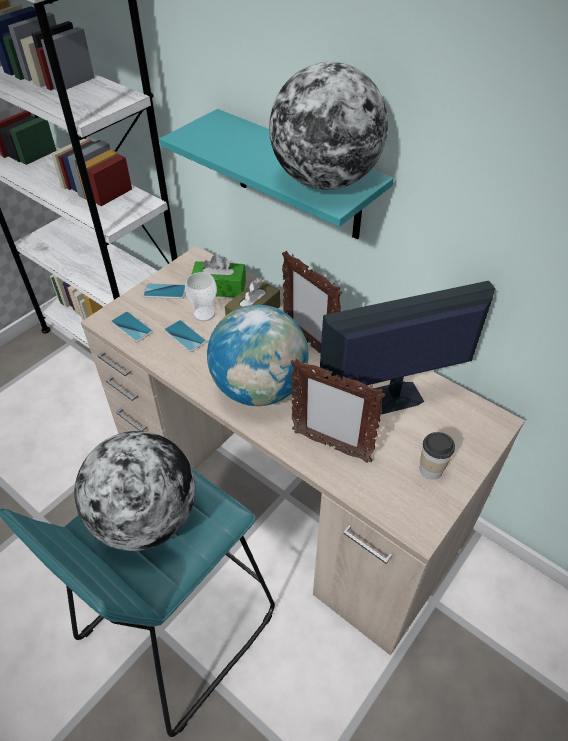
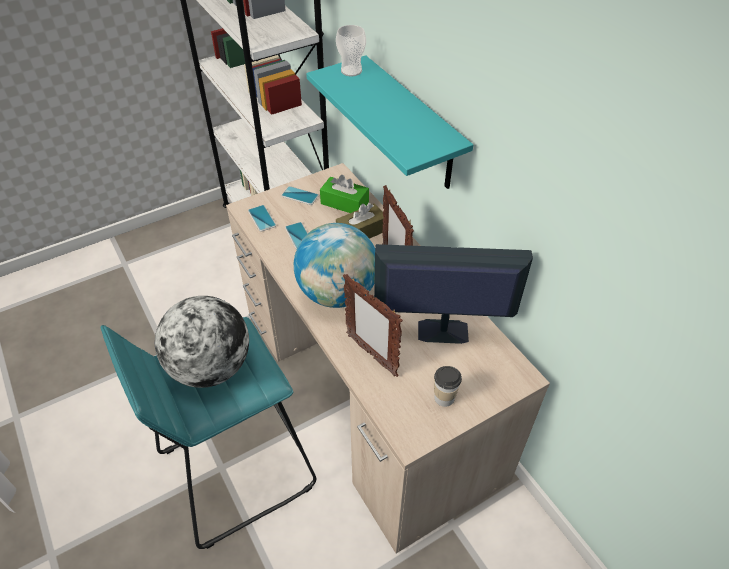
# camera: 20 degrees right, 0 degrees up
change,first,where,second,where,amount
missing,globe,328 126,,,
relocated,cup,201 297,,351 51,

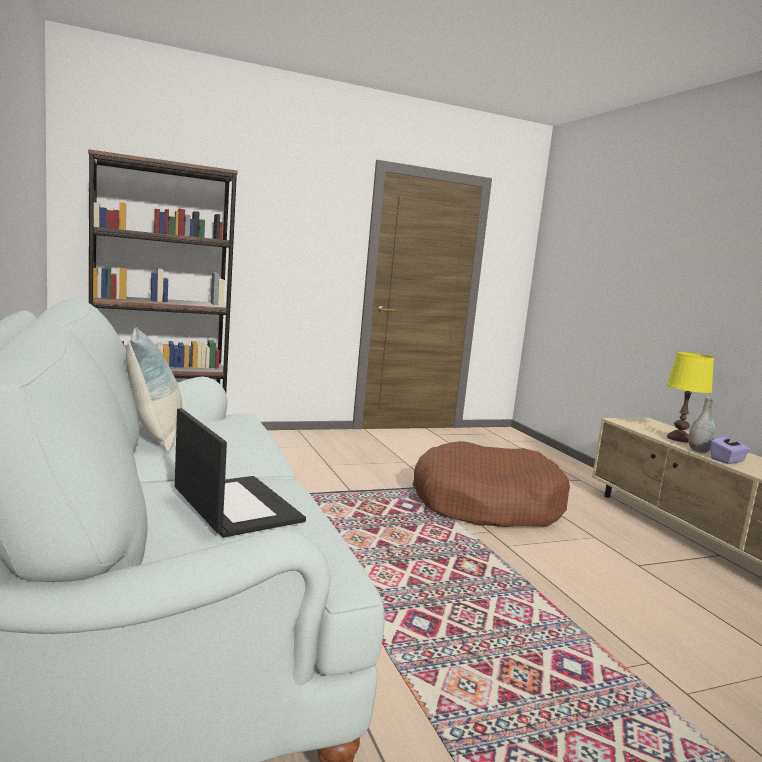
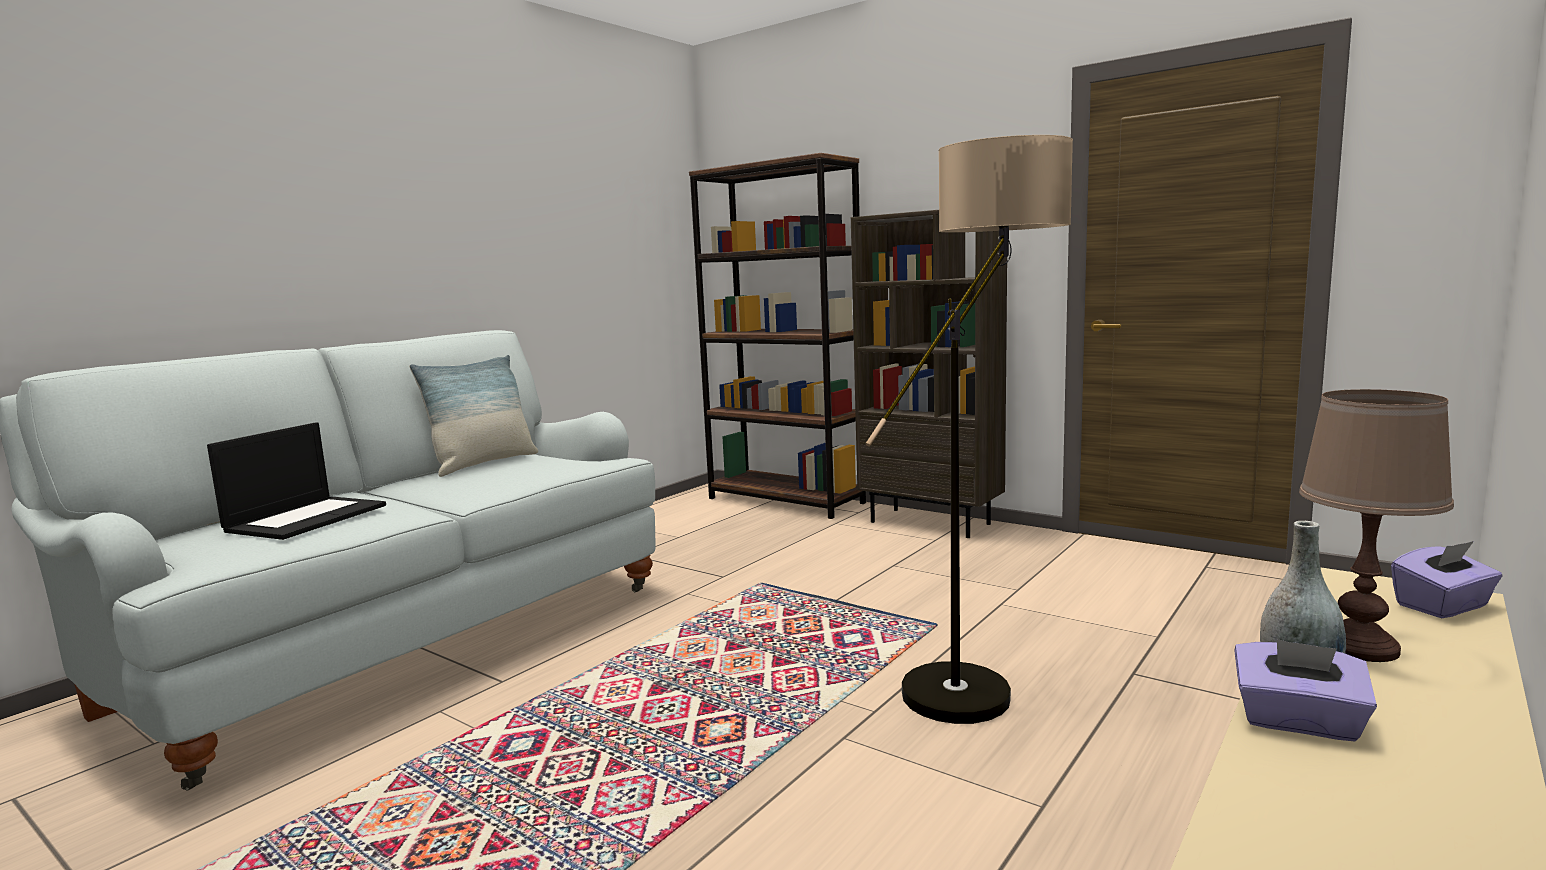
# camera: 60 degrees right, 0 degrees up
change,first,where,second,where,amount
colour,yellow table lamp,690 397,brown table lamp,1376 525,
exchanged,brown dog bed,491 484,floor lamp,969 429,
appeared,,,brown bookcase,929 374,
appeared,,,purple tissue box,1446 579,

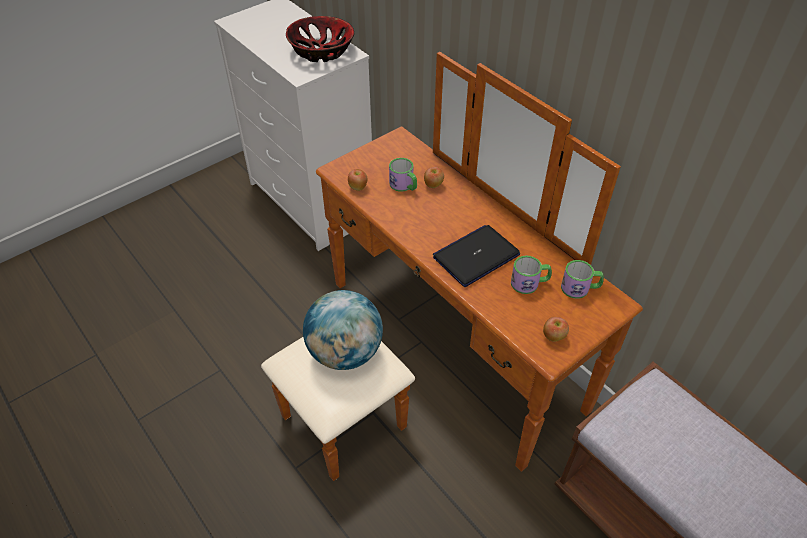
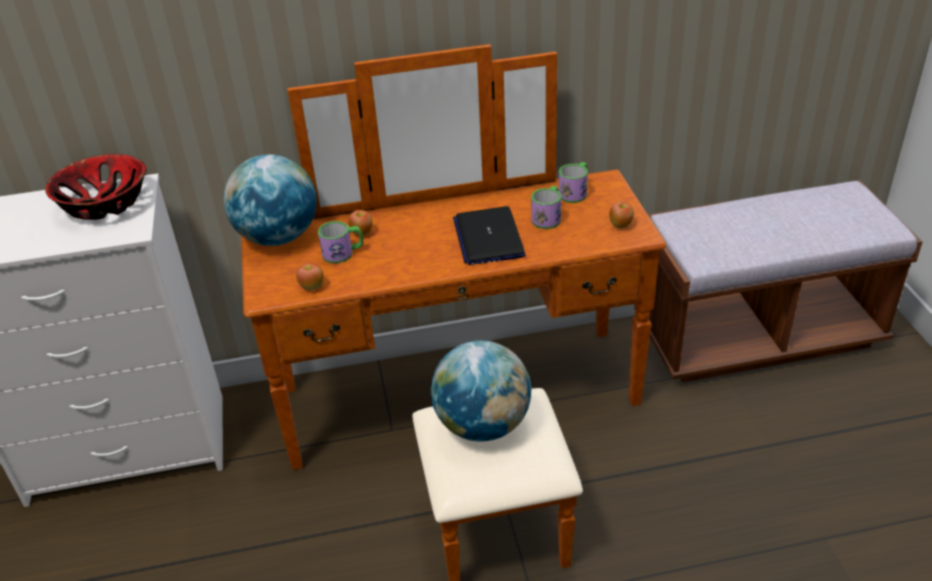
# camera: 60 degrees left, 10 degrees down
change,first,where,second,where,amount
appeared,,,globe,270 200,

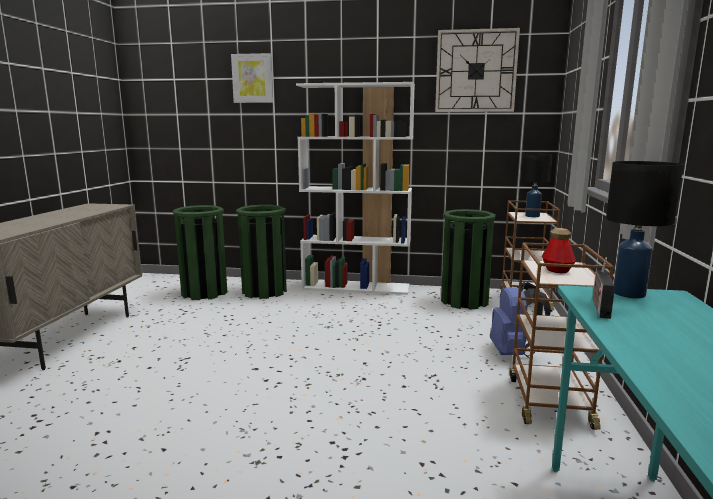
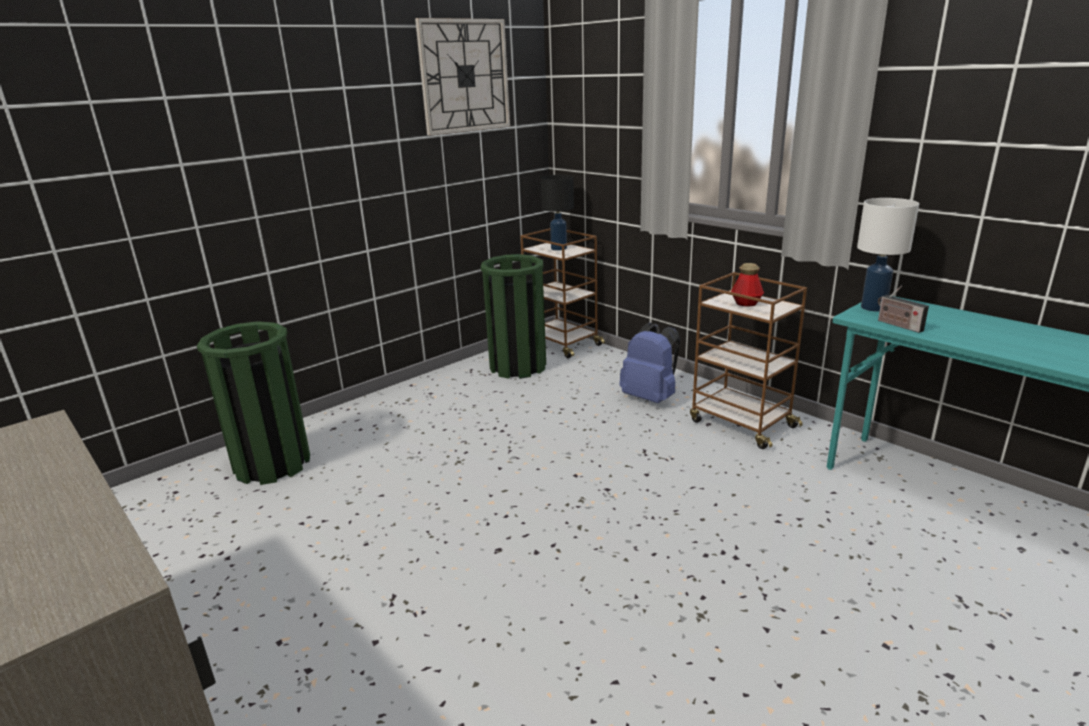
# camera: 50 degrees left, 10 degrees up
change,first,where,second,where,amount
missing,picture,252 78,,,
missing,white bookcase,355 188,,,
colour,black table lamp,645 229,white table lamp,888 255,
missing,green trash can,200 252,,,

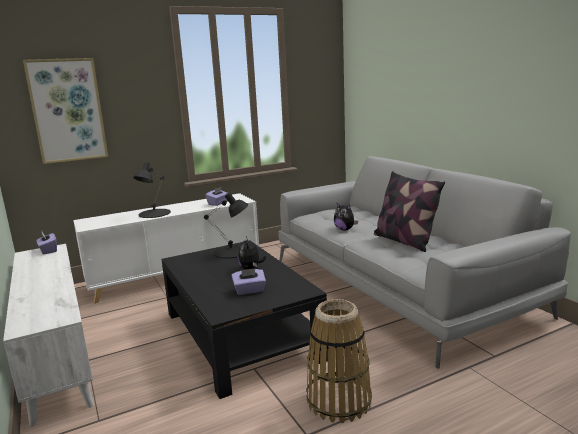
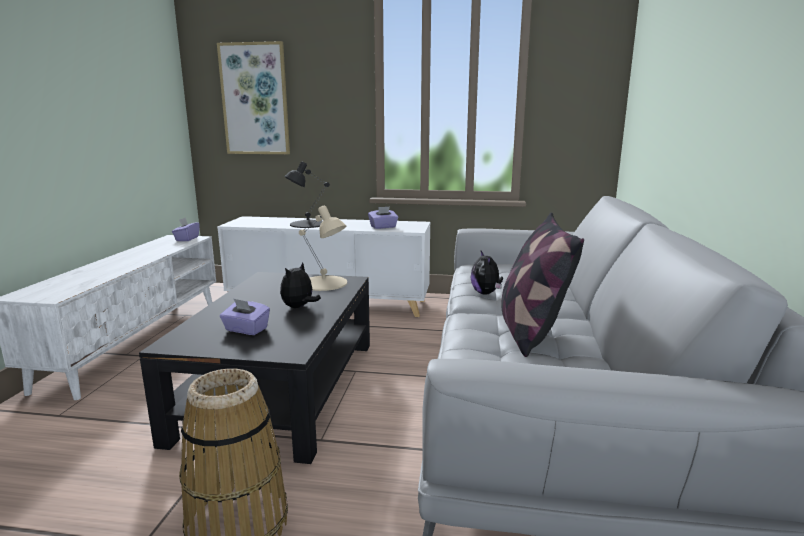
# camera: 35 degrees right, 0 degrees up
change,first,where,second,where,amount
colour,black table lamp,226 226,beige table lamp,323 248,

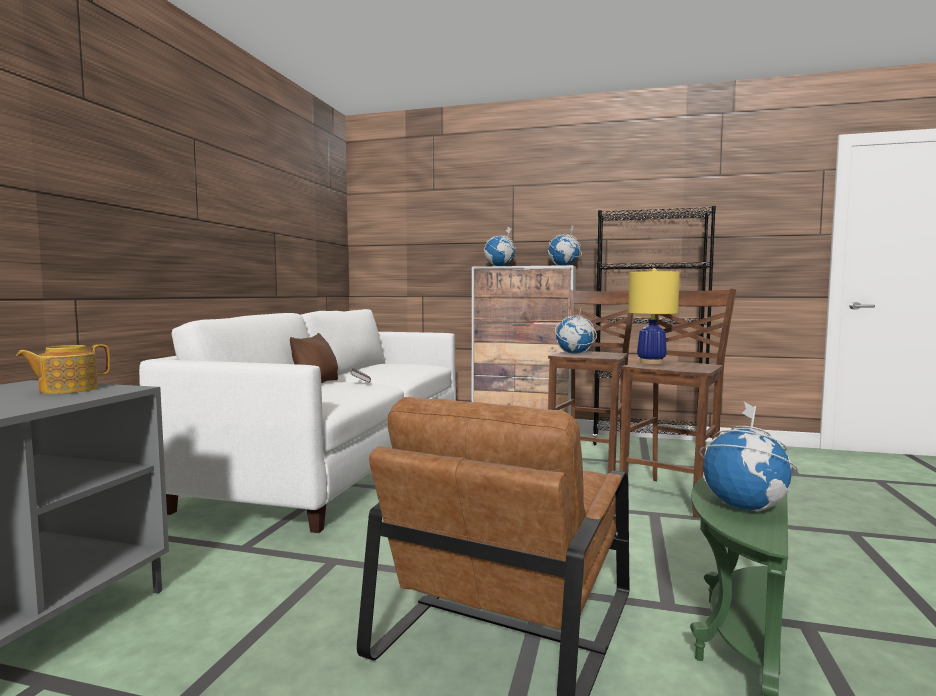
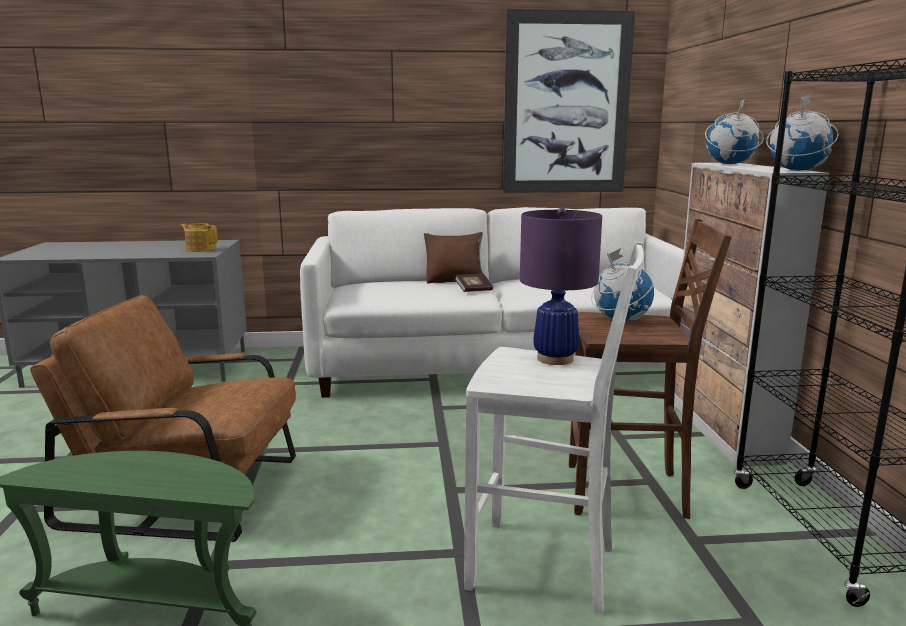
# camera: 70 degrees right, 10 degrees up
change,first,where,second,where,amount
colour,yellow table lamp,654 316,purple table lamp,561 286,
colour,brown stool,677 403,white stool,554 428,
missing,globe,748 456,,,
appeared,,,picture,569 101,

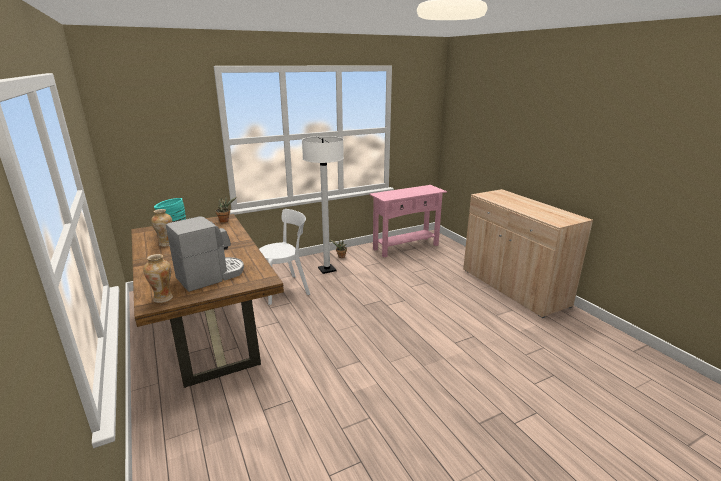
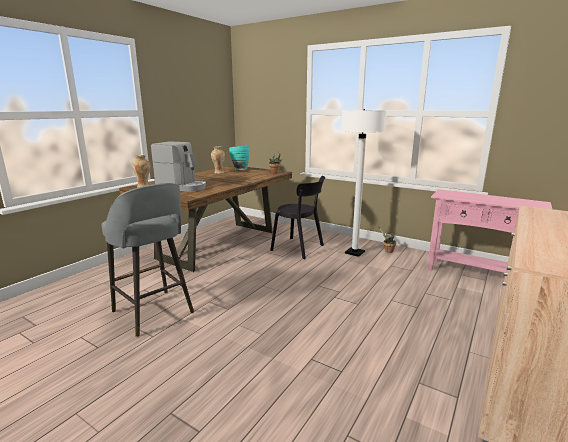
# camera: 60 degrees right, 5 degrees down
change,first,where,second,where,amount
colour,white chair,284 257,black chair,297 217,
appeared,,,grey stool,148 260,

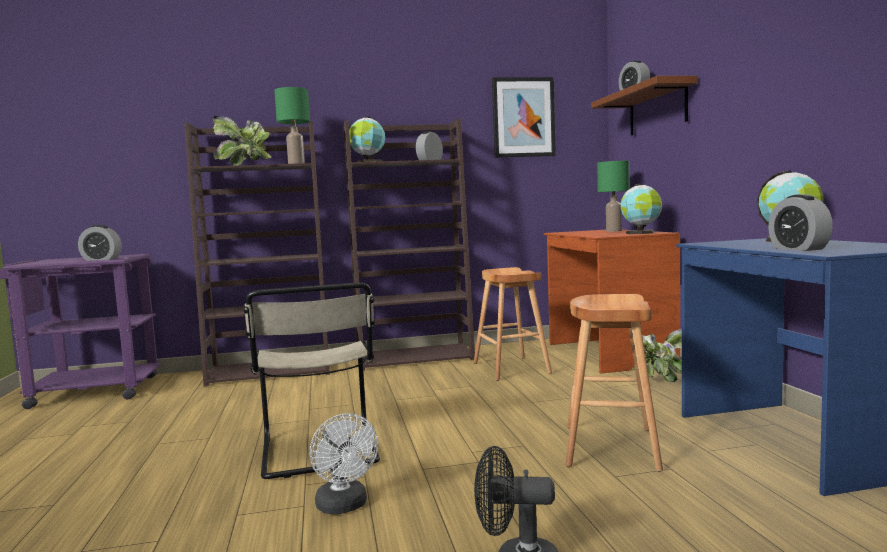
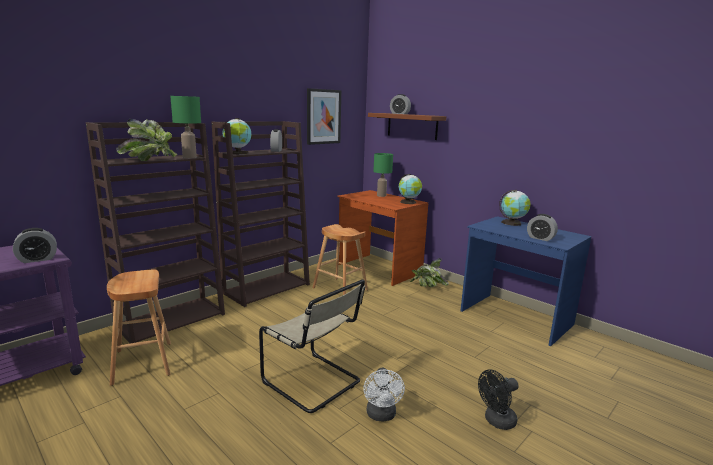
# camera: 35 degrees left, 10 degrees up
change,first,where,second,where,amount
relocated,brown stool,614 383,,139 327,
spun,white fan,344 463,,384 394,60 degrees clockwise

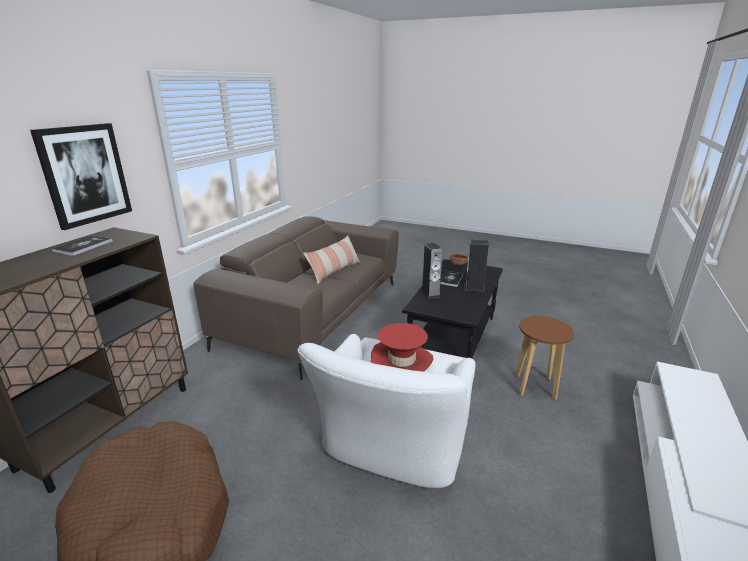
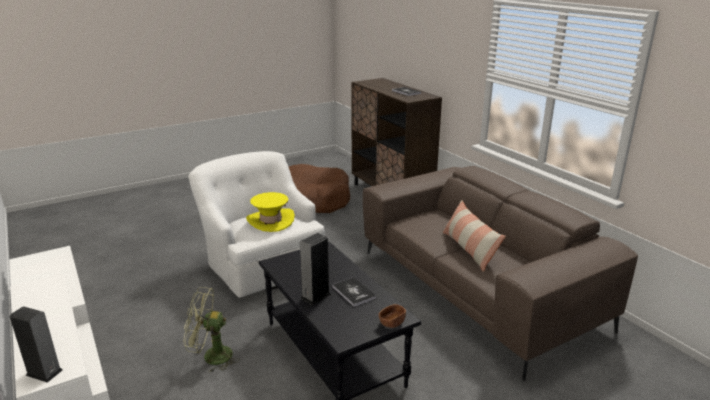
# camera: 125 degrees right, 0 degrees up
change,first,where,second,where,amount
missing,picture,81 176,,,
relocated,speaker,432 271,,36 344,
exchanged,brown stool,544 358,green fan,212 329,
colour,red hat,402 347,yellow hat,270 212,

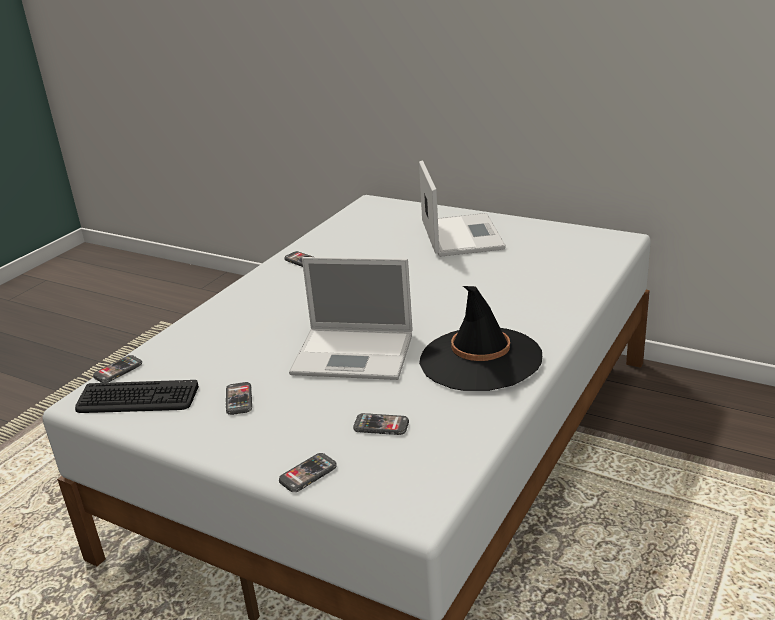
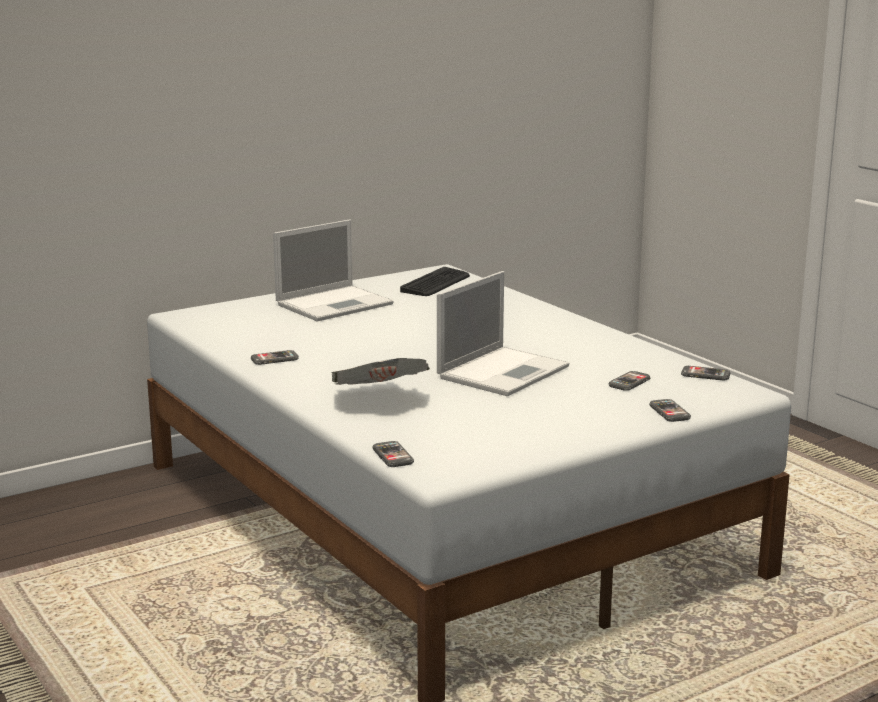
# camera: 65 degrees left, 10 degrees down
change,first,where,second,where,amount
spun,laptop,462 208,,333 270,120 degrees clockwise
missing,black hat,480 338,,,
relocated,keyboard,137 396,,435 281,
relocated,phone,239 398,,705 373,
appeared,,,newspaper,380 371,

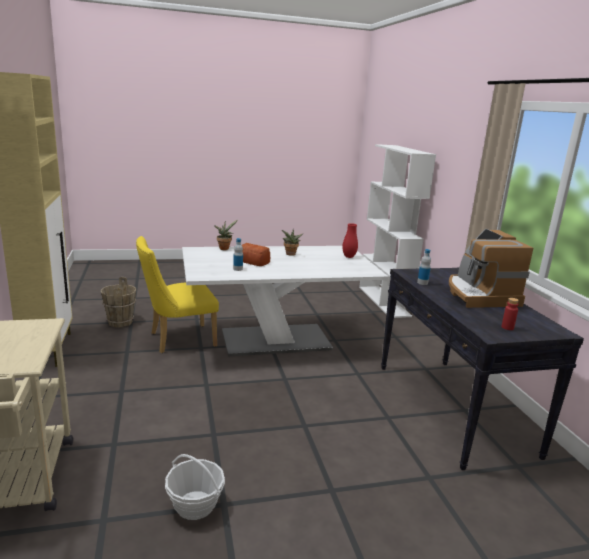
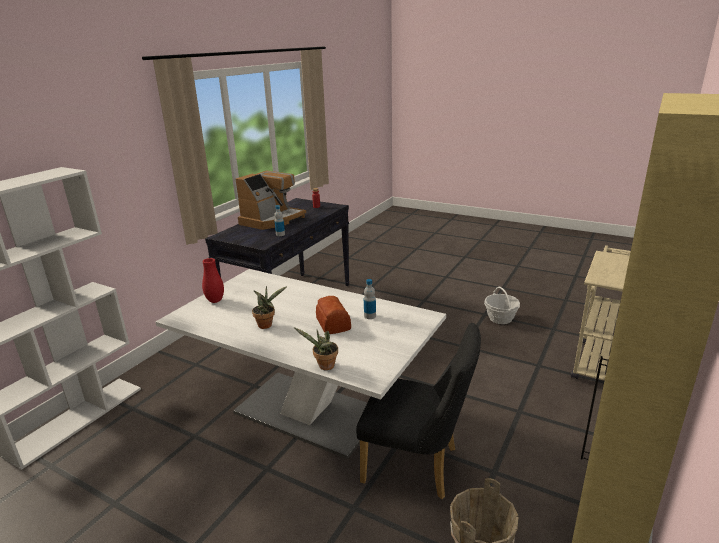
# camera: 135 degrees left, 5 degrees up
change,first,where,second,where,amount
colour,yellow chair,177 294,black chair,418 411,

